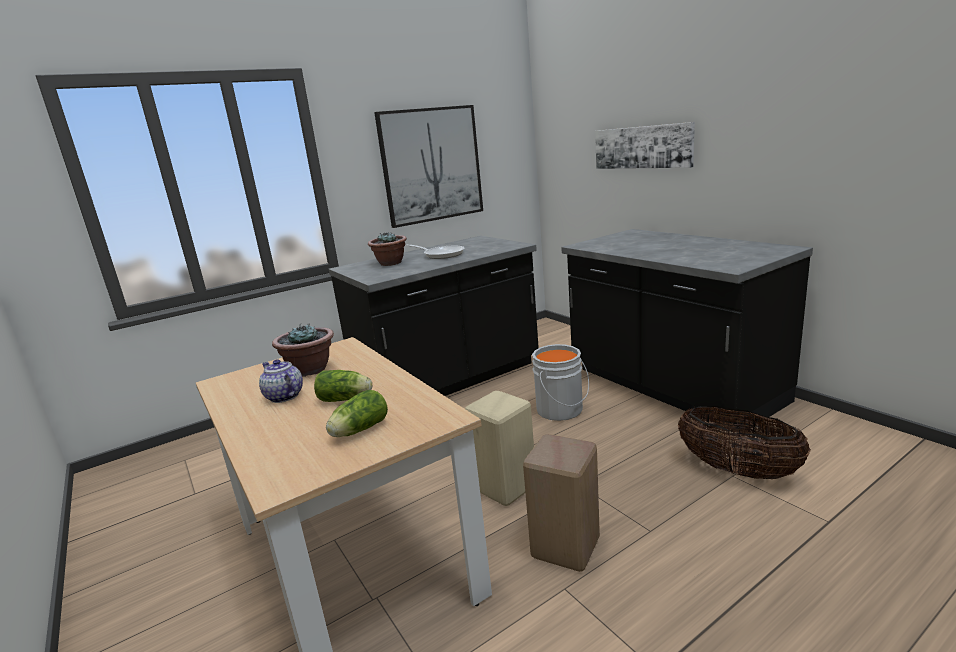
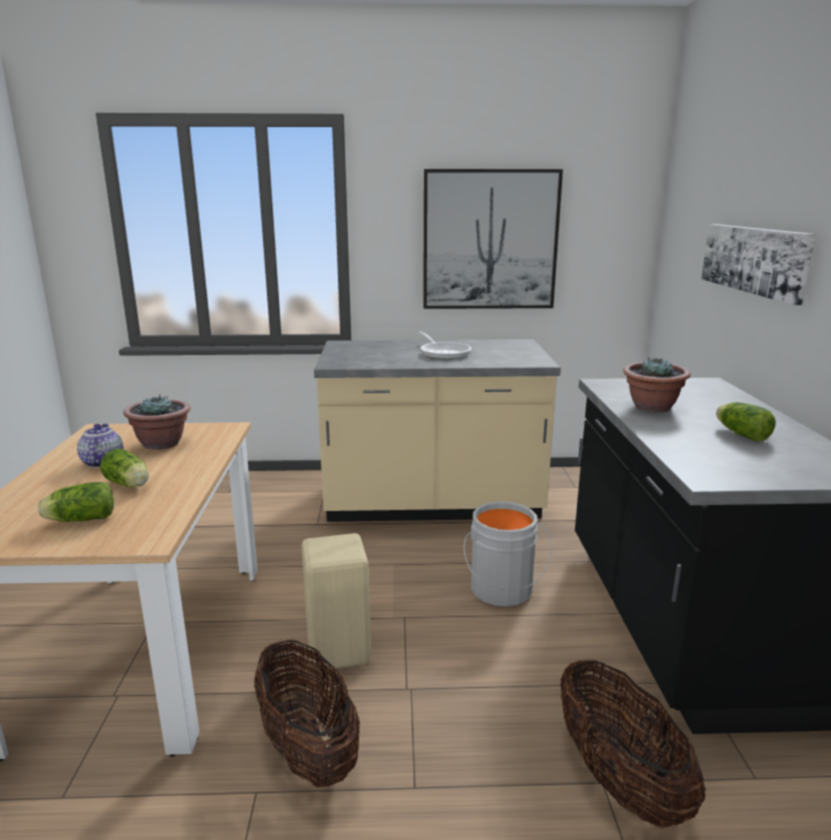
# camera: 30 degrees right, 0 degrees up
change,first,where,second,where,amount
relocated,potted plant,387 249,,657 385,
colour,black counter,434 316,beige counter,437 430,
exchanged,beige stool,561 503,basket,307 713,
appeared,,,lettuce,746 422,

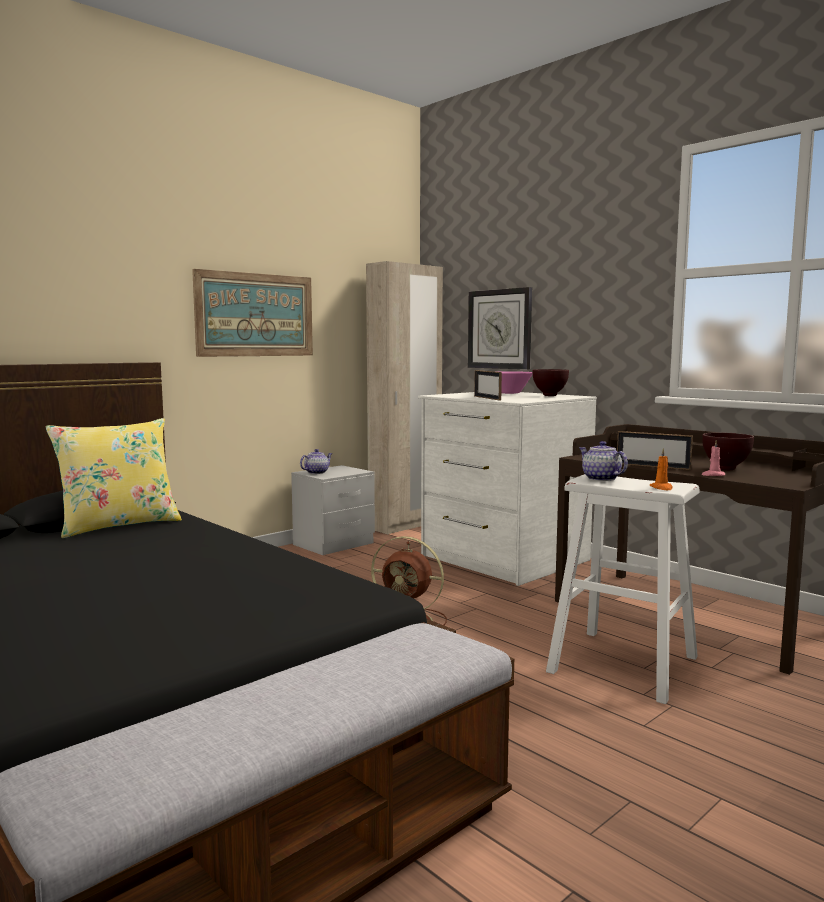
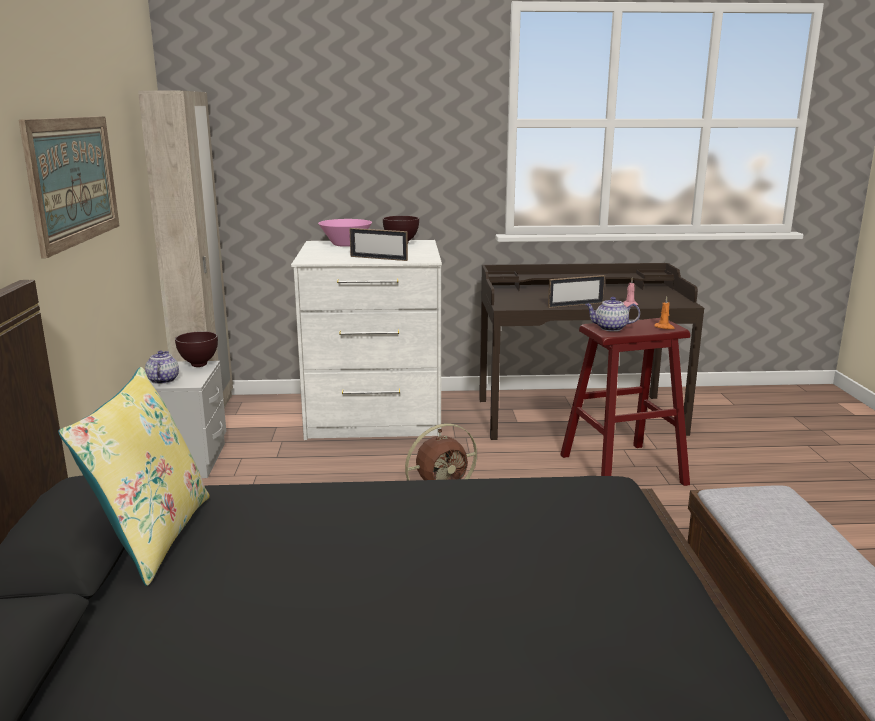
# camera: 50 degrees left, 10 degrees up
change,first,where,second,where,amount
missing,wall clock,500 328,,,
relocated,brown bowl,728 451,,196 349,
colour,white stool,622 589,red stool,625 402,

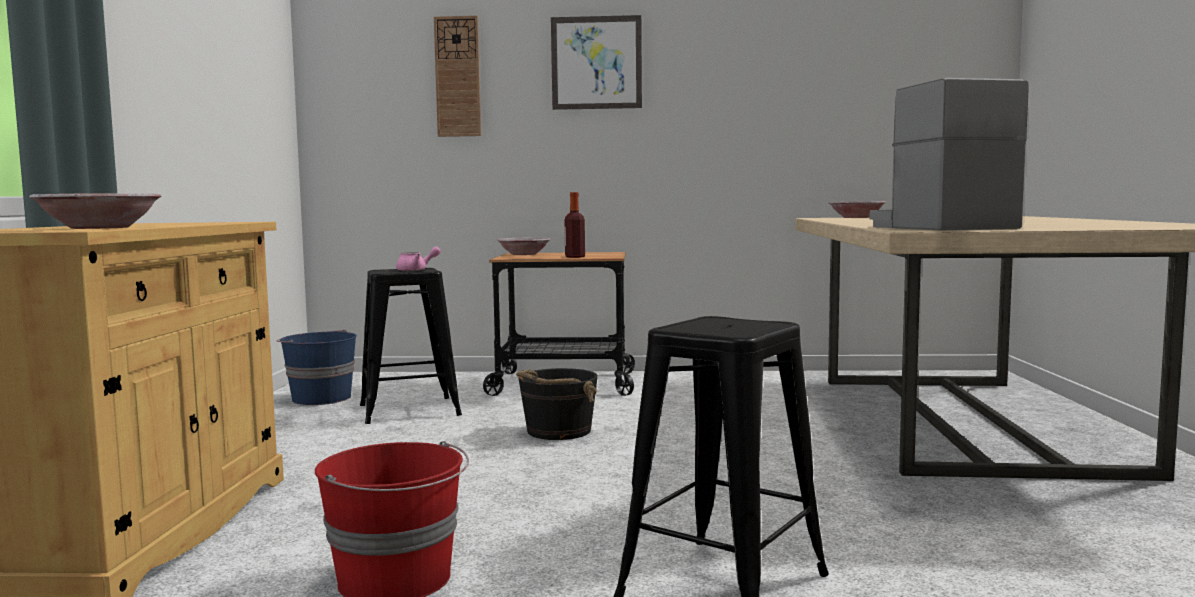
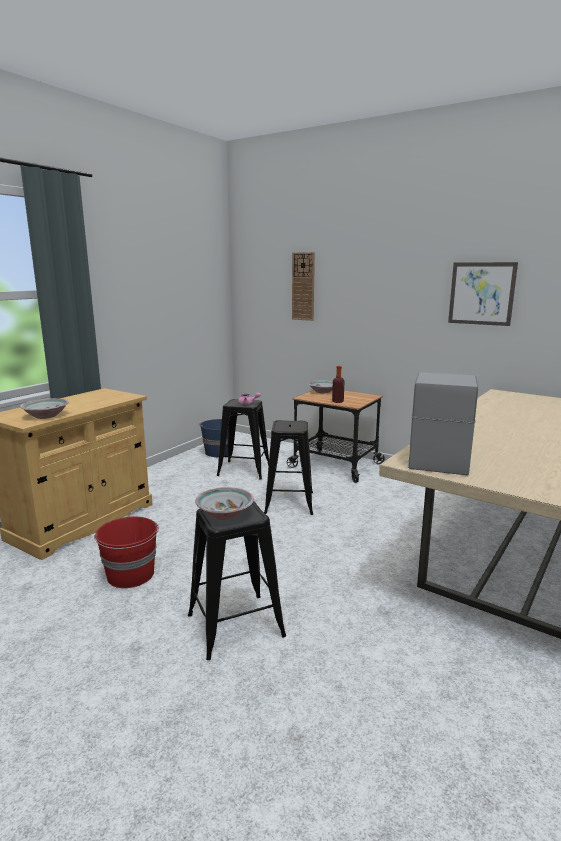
# camera: 30 degrees right, 10 degrees up
change,first,where,second,where,amount
relocated,picture,596 62,,483 294,
relocated,bowl,857 209,,224 503,
exchanged,black bucket,557 404,black stool,288 467,

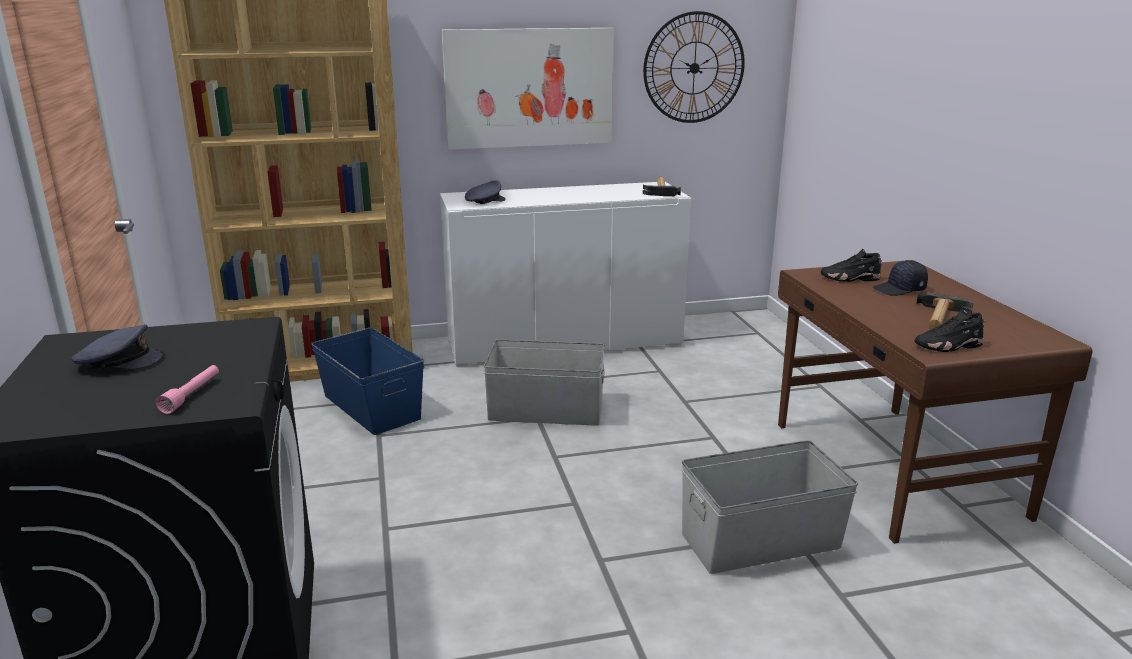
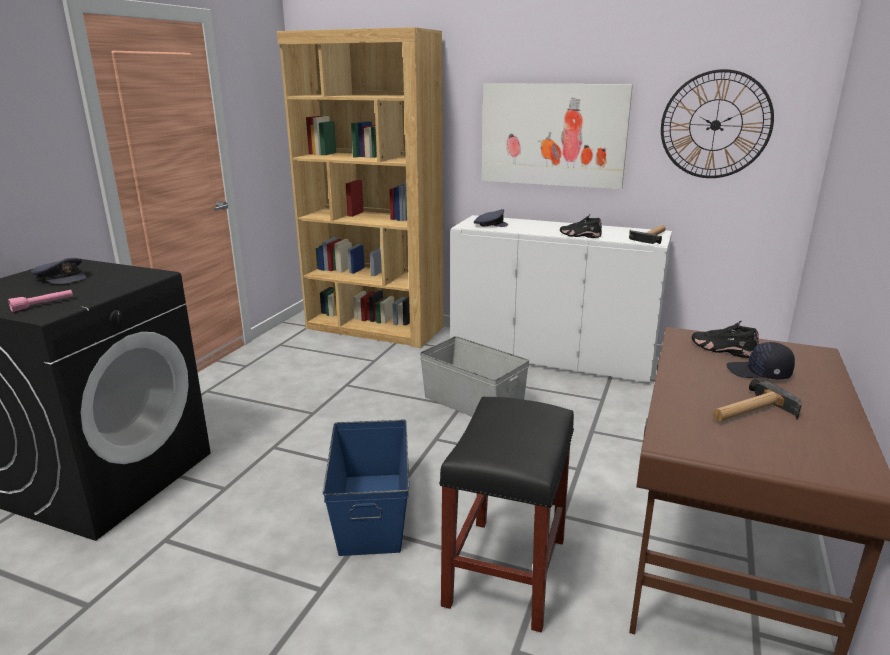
# camera: 35 degrees right, 0 degrees up
change,first,where,second,where,amount
relocated,black shoe,949 330,,581 226,
relocated,blue storage box,367 381,,366 488,
exchanged,grey storage box,769 507,black stool,506 514,

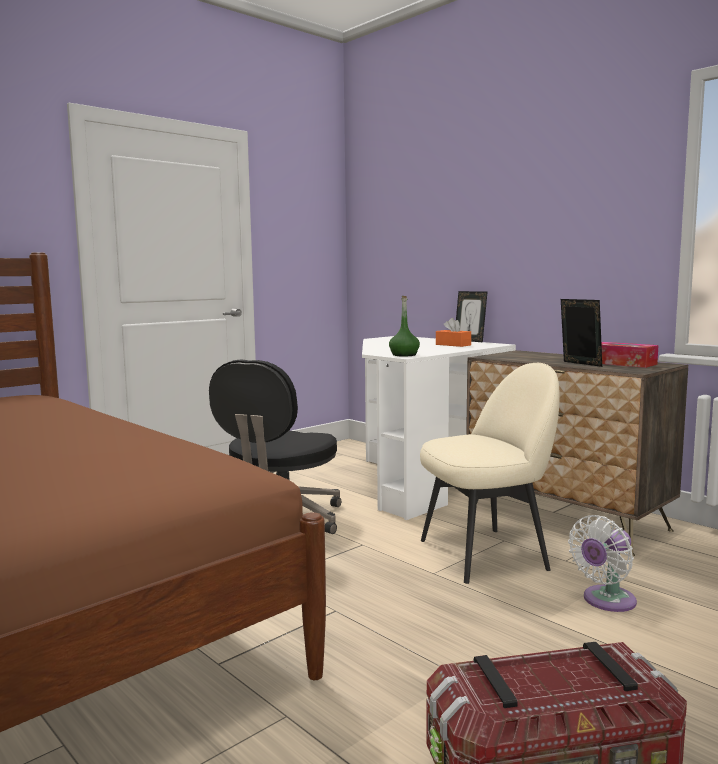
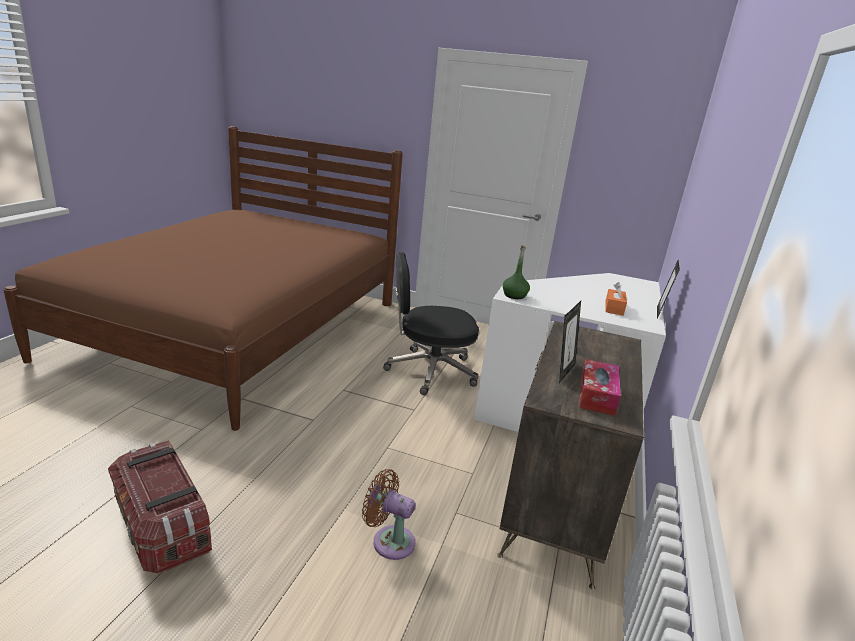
# camera: 60 degrees right, 15 degrees up
change,first,where,second,where,amount
missing,beige chair,490 473,,,
colour,white fan,602 563,brown fan,389 514,

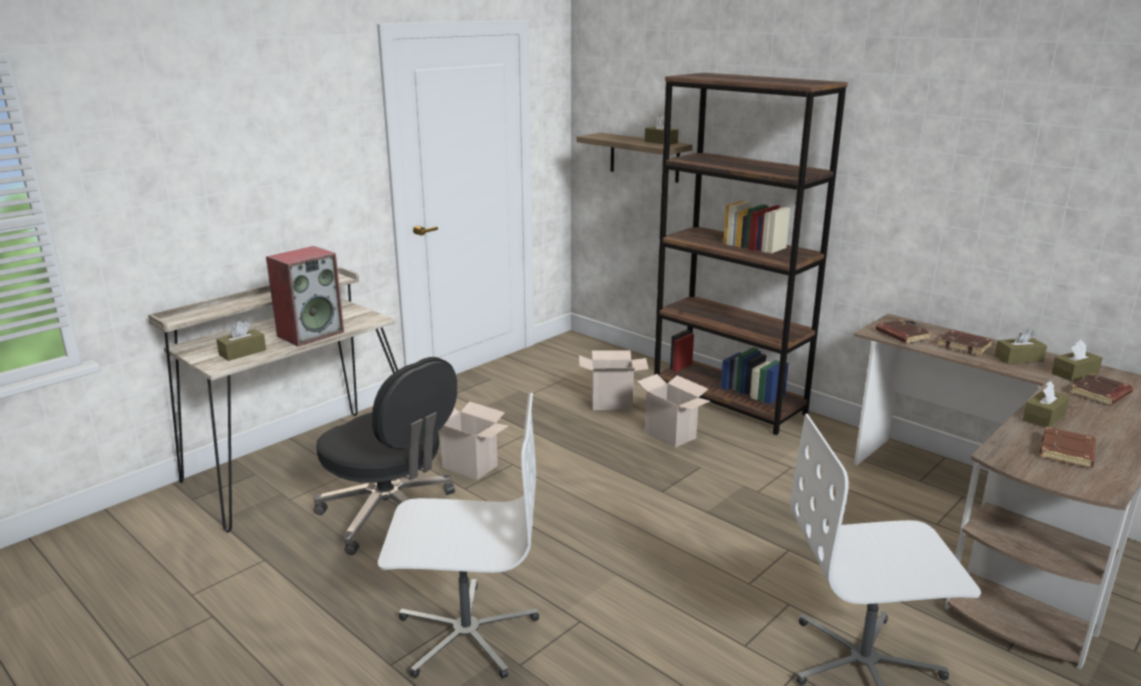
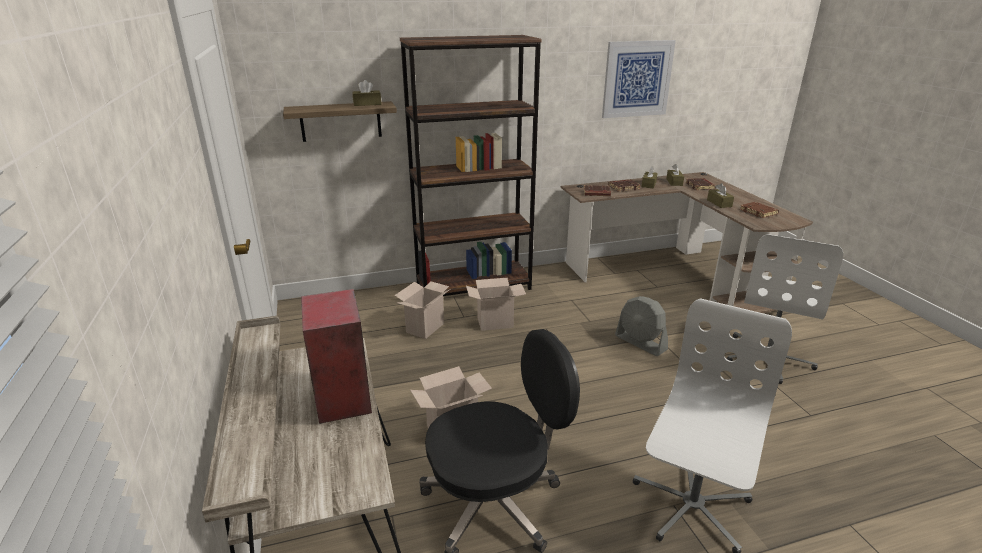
# camera: 60 degrees left, 5 degrees up
change,first,where,second,where,amount
missing,brown tissue box,241 341,,,
appeared,,,picture,639 79,
appeared,,,grey fan,641 326,

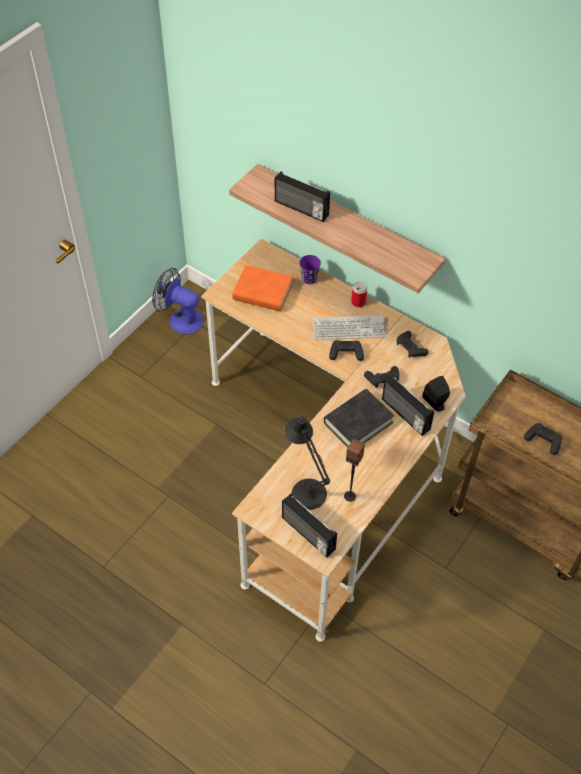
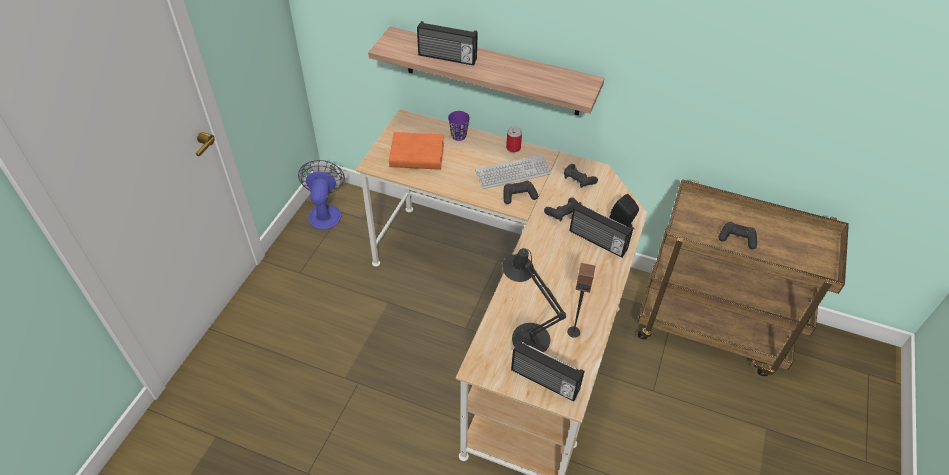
# camera: 15 degrees left, 5 degrees down
change,first,where,second,where,amount
spun,fan,178 301,,321 195,75 degrees clockwise
missing,black book,359 418,,,

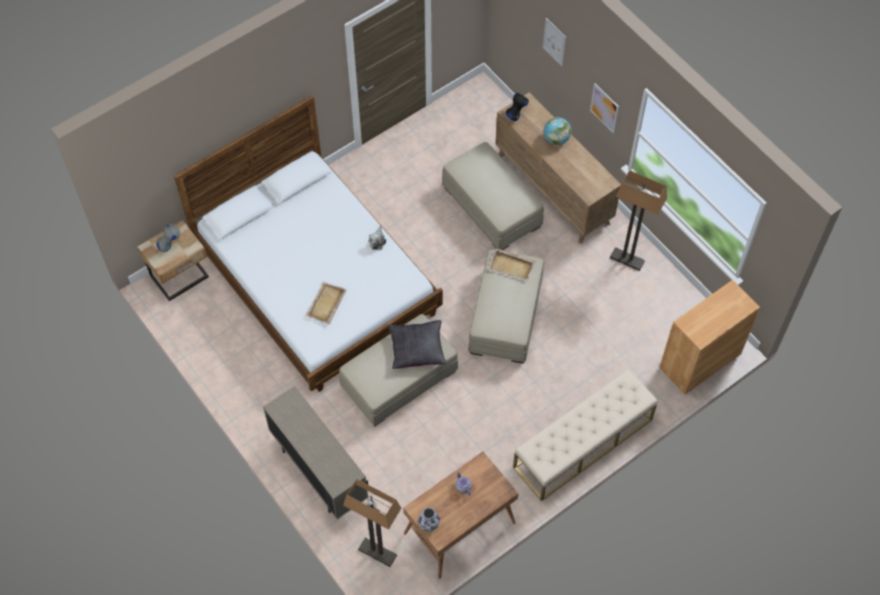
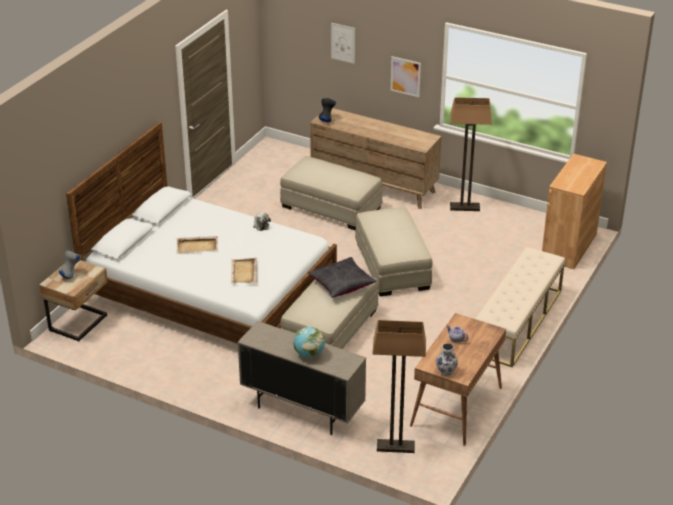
# camera: 25 degrees left, 25 degrees down
change,first,where,second,where,amount
relocated,globe,557 131,,309 342,
relocated,beige tray,512 264,,197 245,

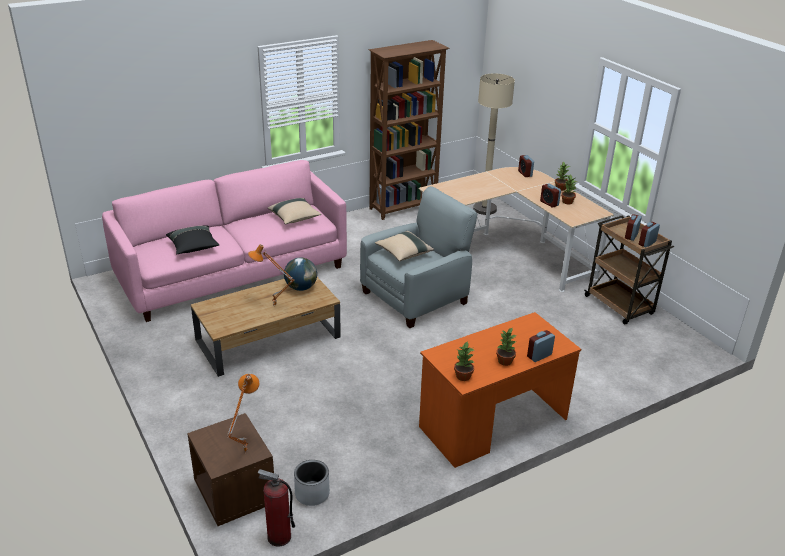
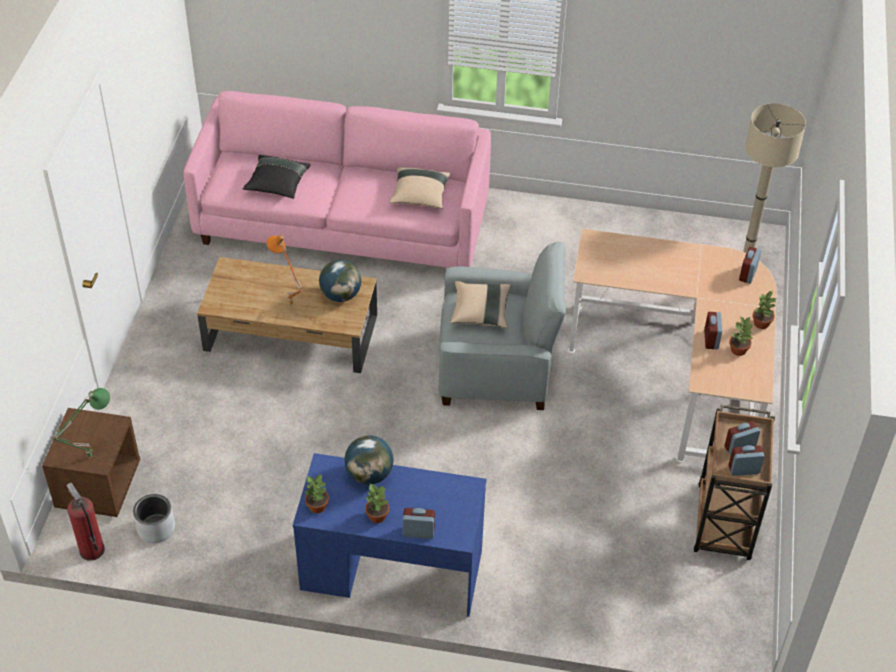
# camera: 40 degrees right, 15 degrees up
change,first,where,second,where,amount
missing,brown bookcase,409 130,,,
colour,orange desk,500 390,blue desk,390 535,
colour,orange table lamp,243 413,green table lamp,81 423,
appeared,,,globe,369 460,

